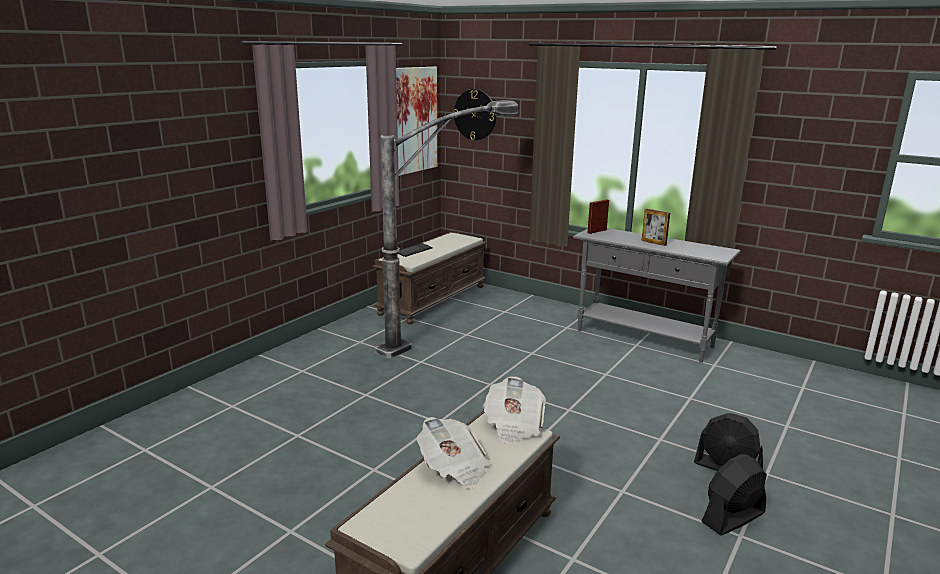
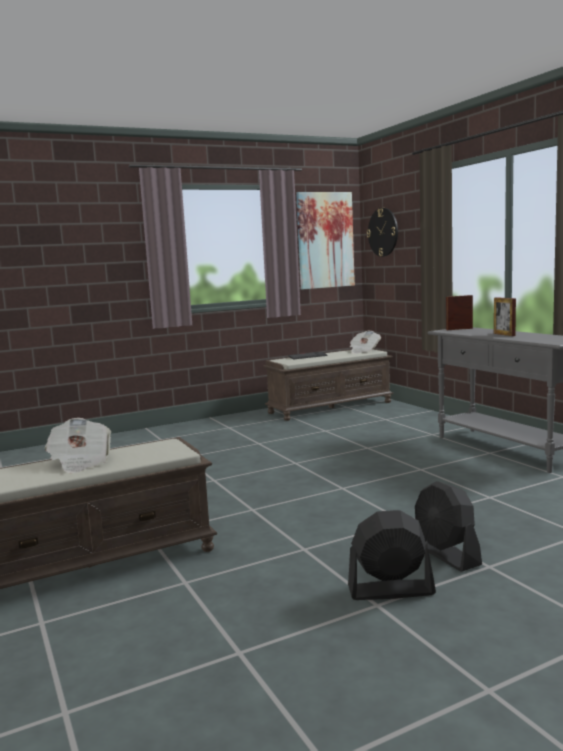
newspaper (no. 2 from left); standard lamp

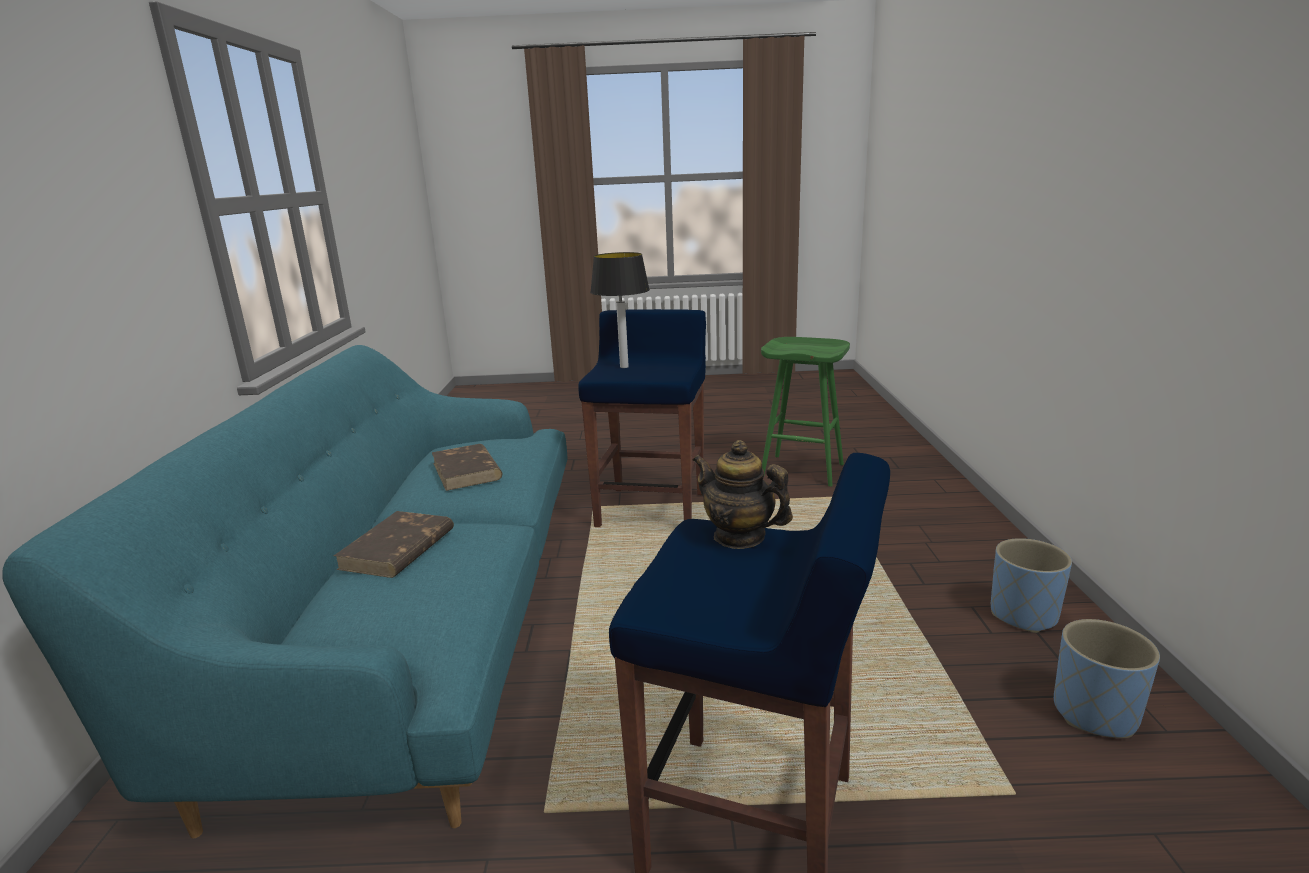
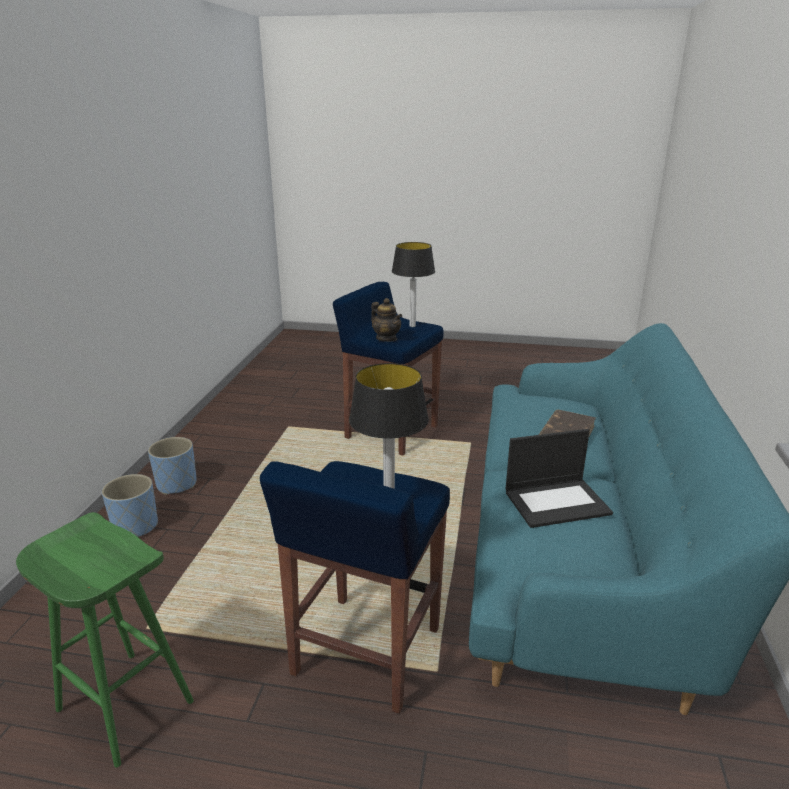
plant pot in blue-coloured (no. 1 from left); tabletop lamp (no. 2 from left); laptop

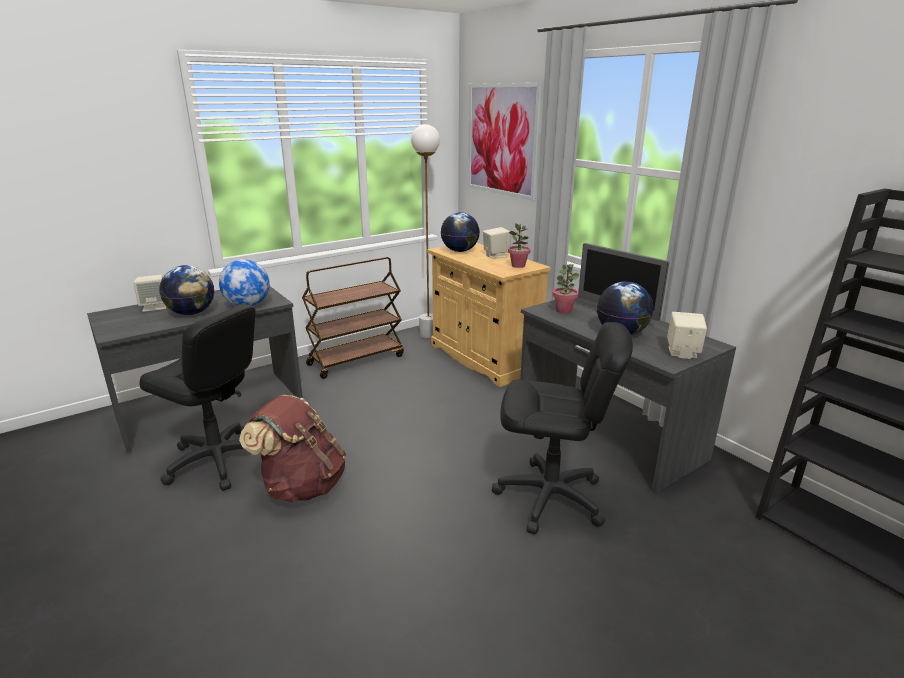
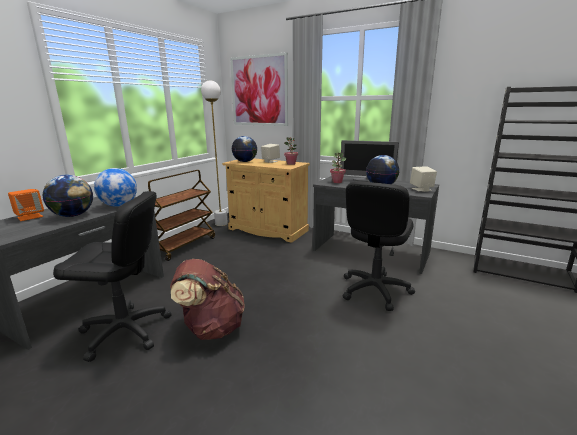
loudspeaker in orangey; desk chair in blackish (no. 2 from left)

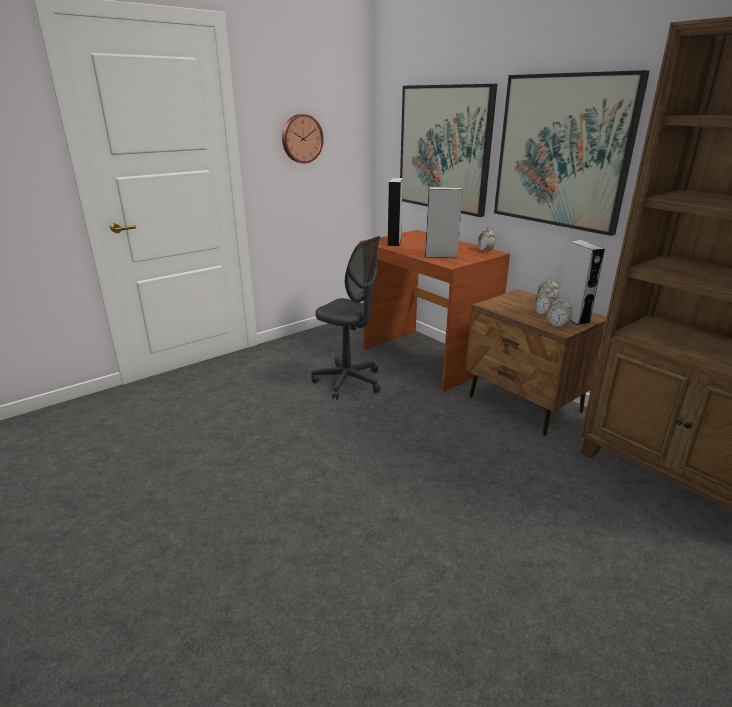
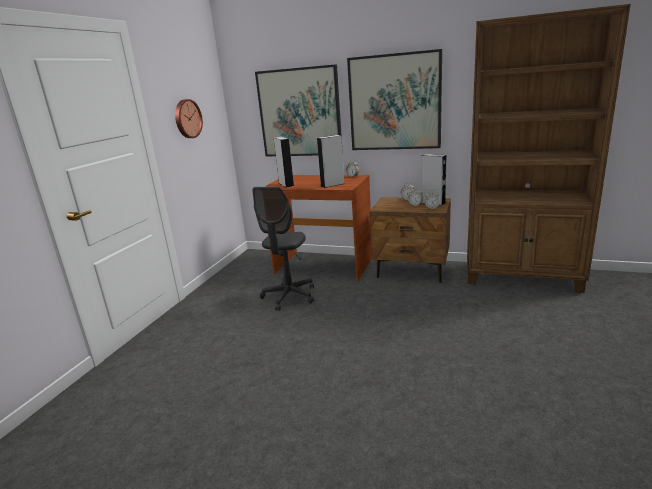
desk chair in greyish

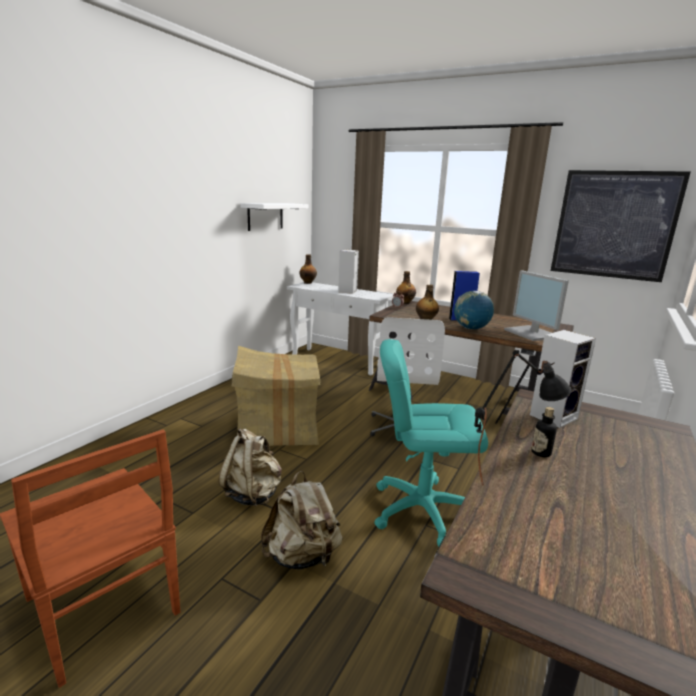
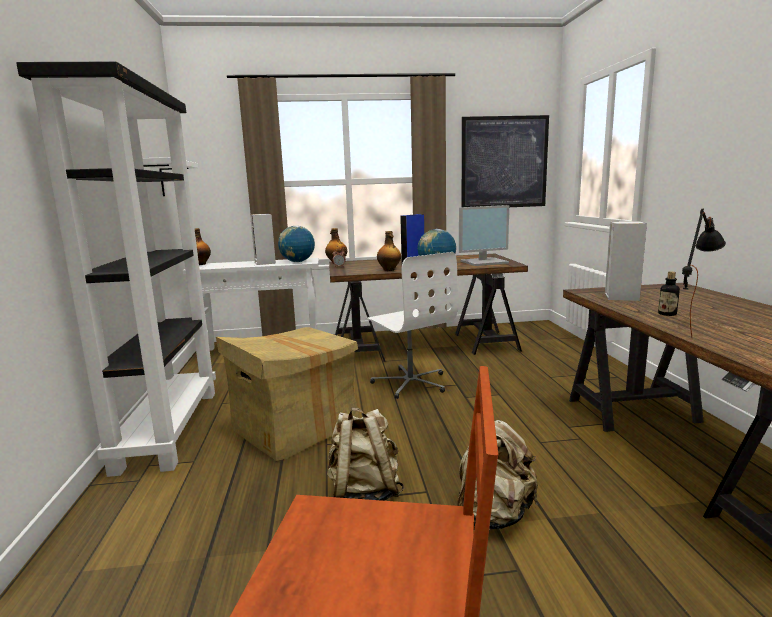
bookcase in blackish; desk globe (no. 1 from left); monitor; desk chair in turquoise

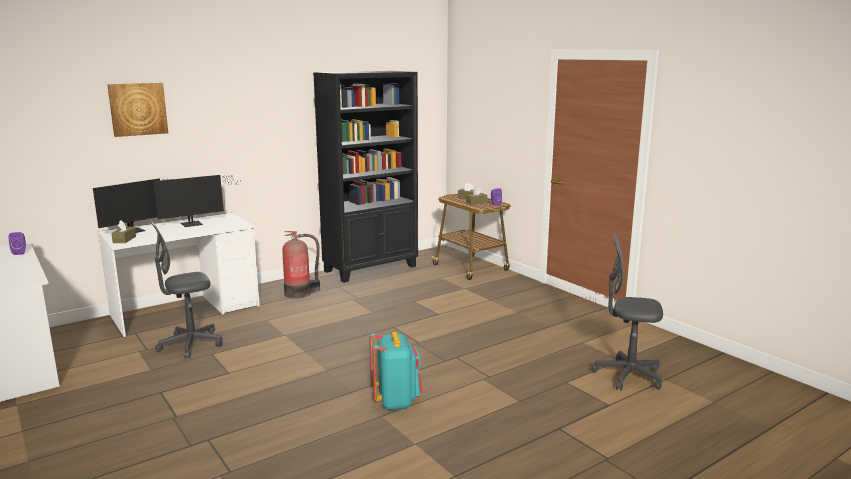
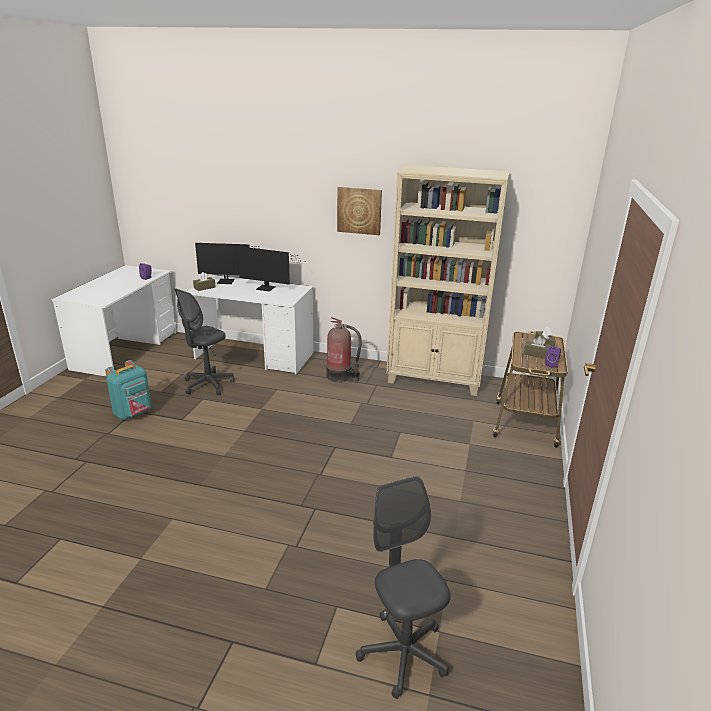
backpack in turquoise; desk chair in greyish (no. 1 from left); wall art; bookcase in beige-coloured

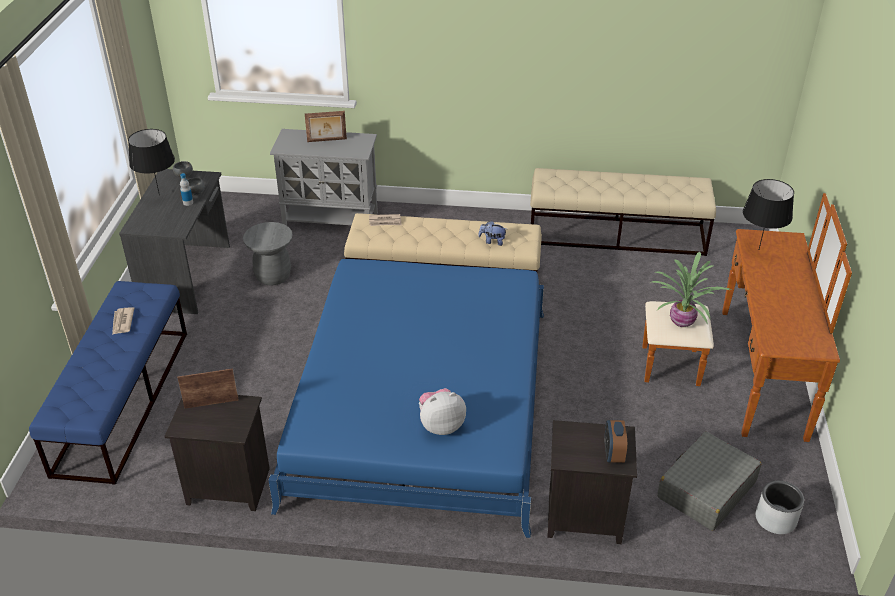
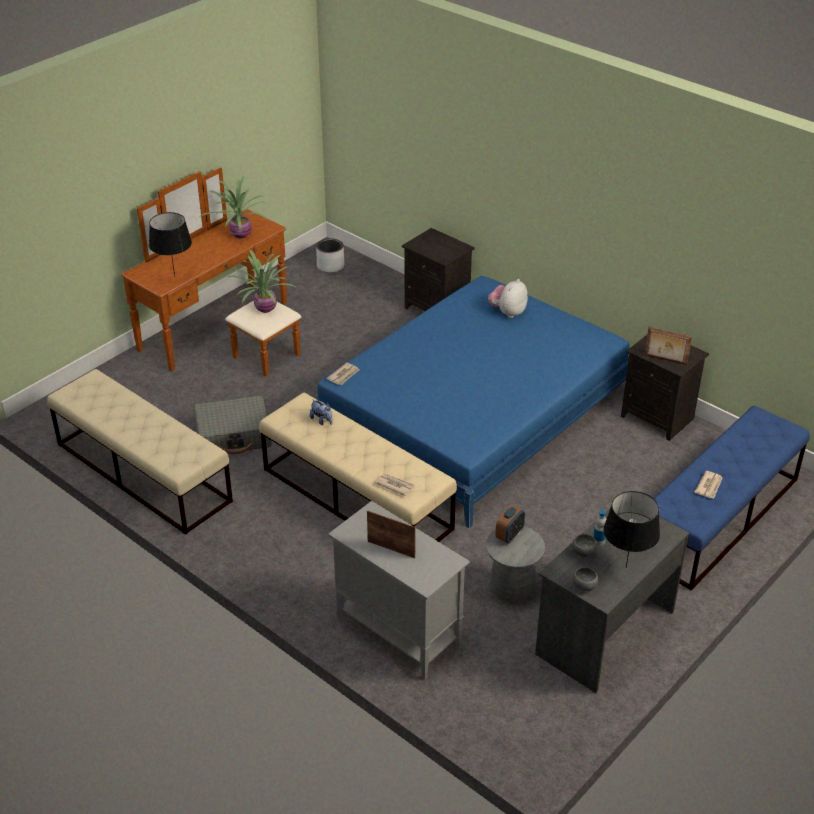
travel case in greyish; potted plant (no. 1 from left); newspaper (no. 1 from left); cuddly toy (no. 2 from left); bedside clock

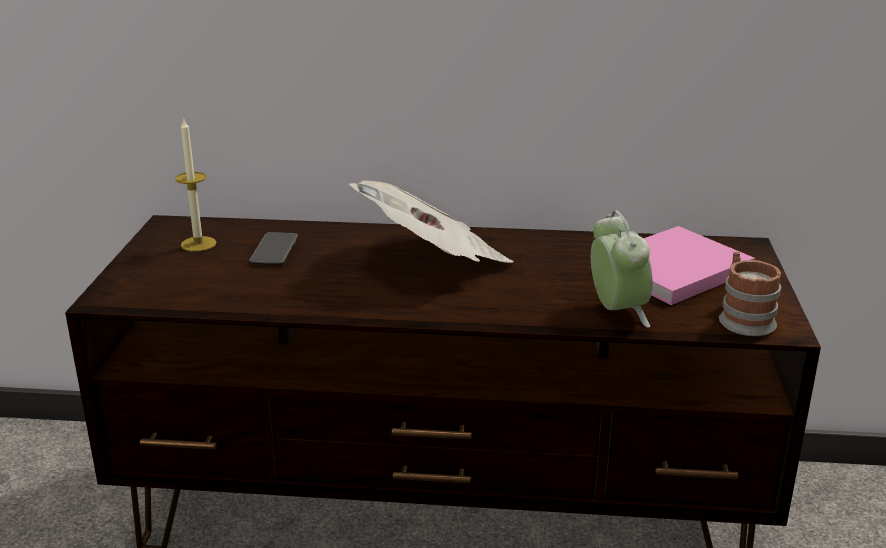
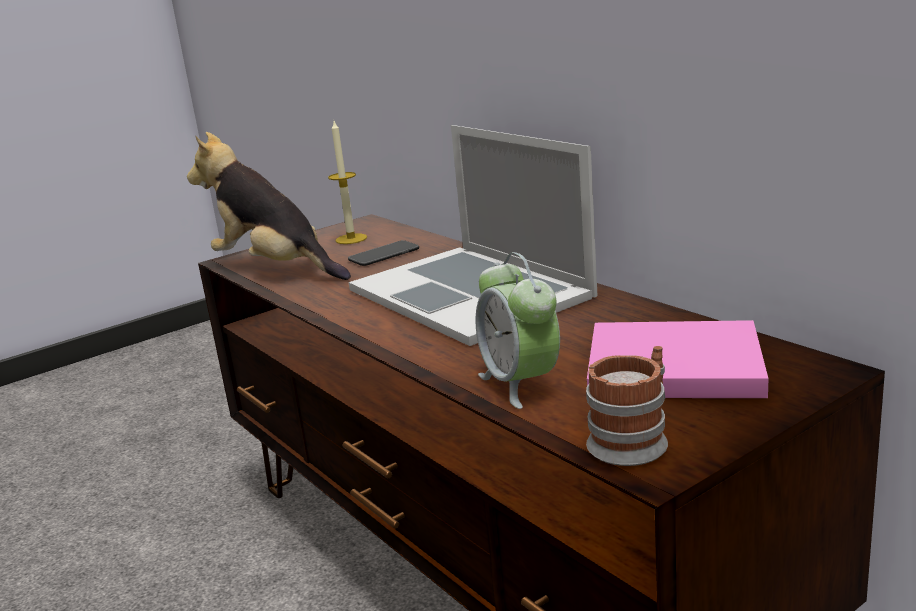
cuddly toy; laptop; bedside clock

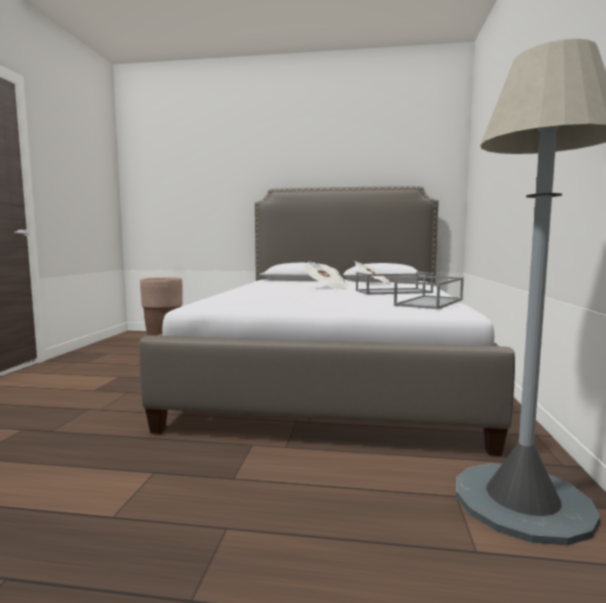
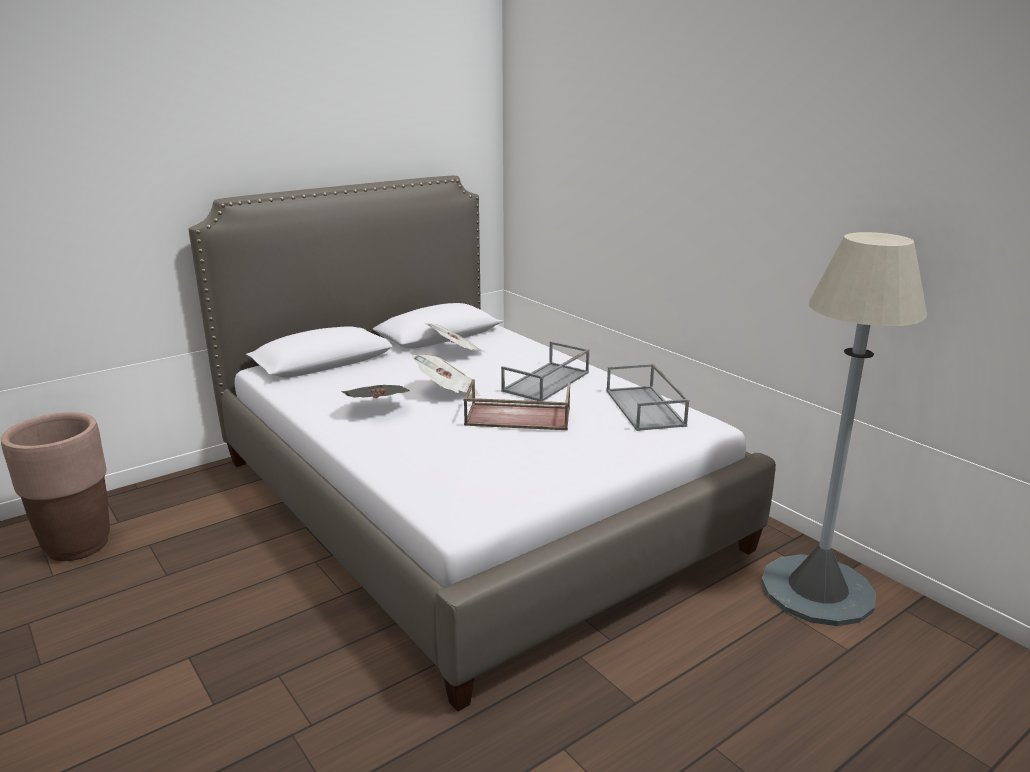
newspaper (no. 1 from left); tray in brown

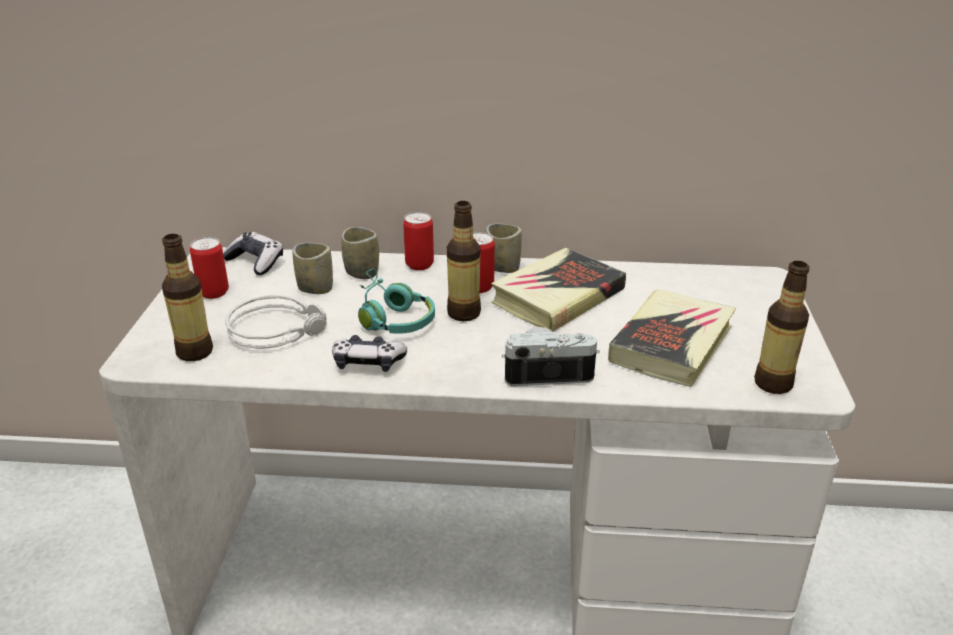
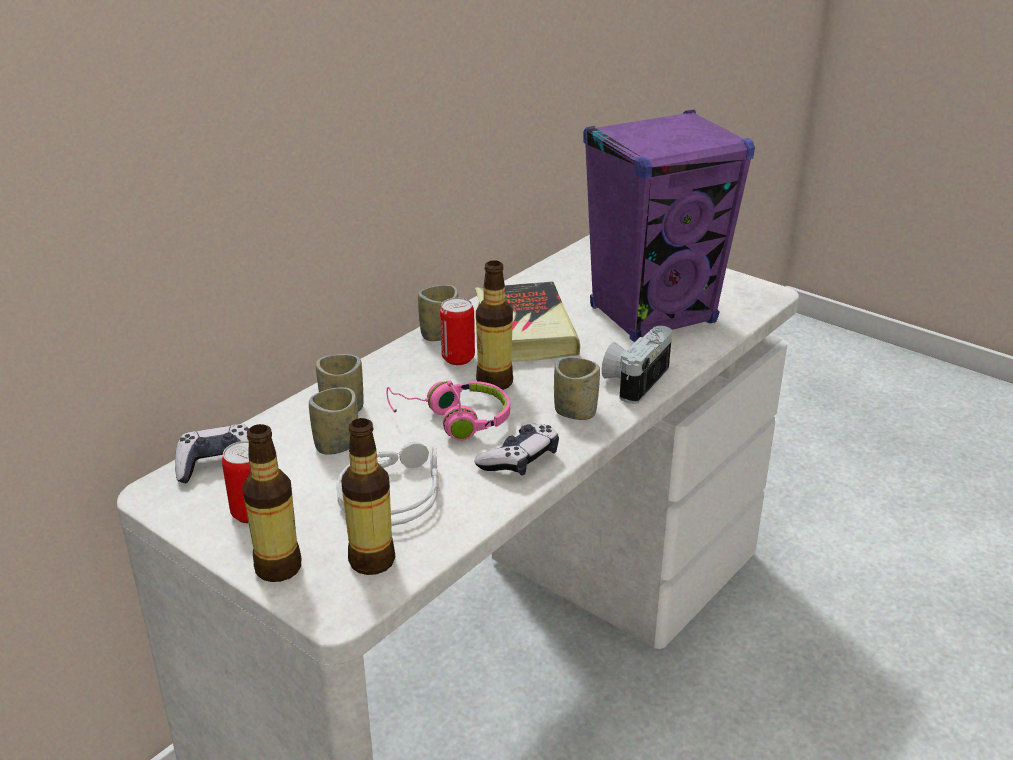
bottle (no. 1 from left); headphones in pink-coloured; cup (no. 4 from left); loudspeaker in purple-coloured; can (no. 2 from left in the first image)

